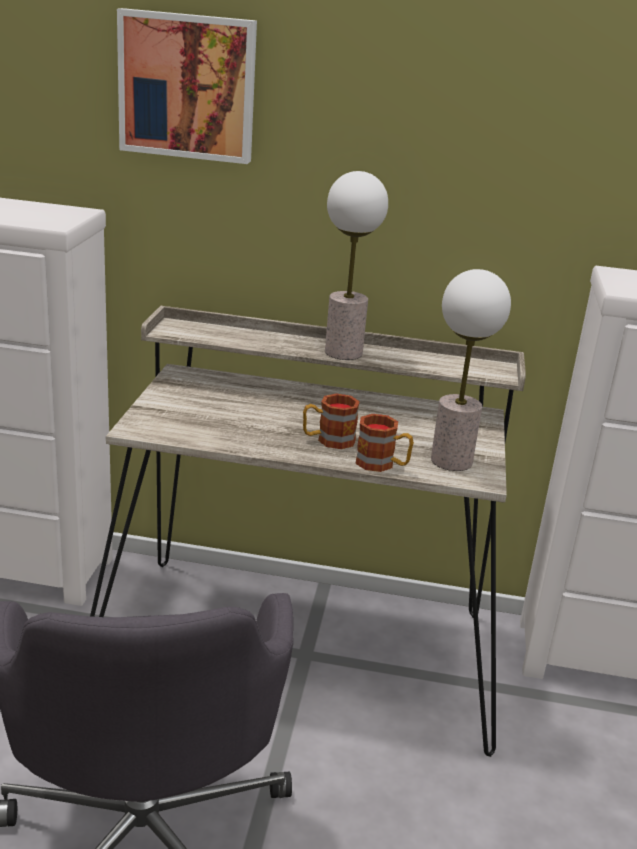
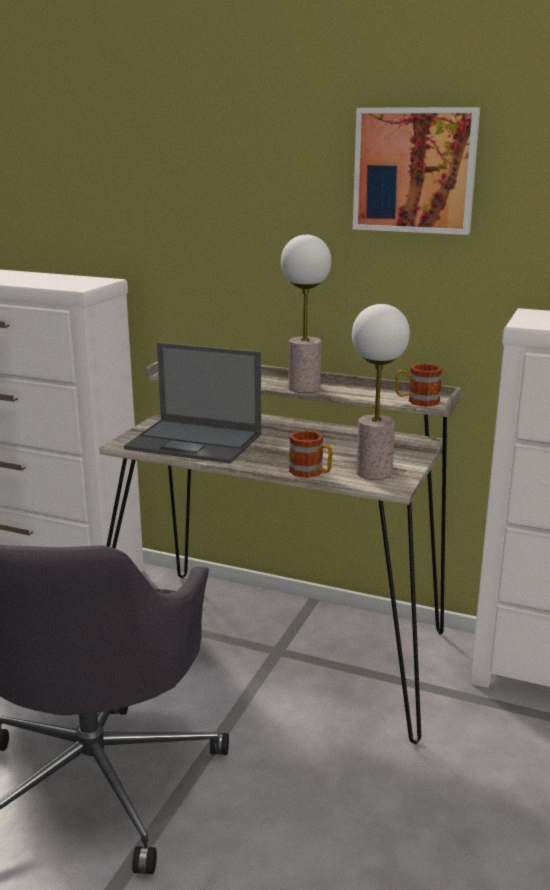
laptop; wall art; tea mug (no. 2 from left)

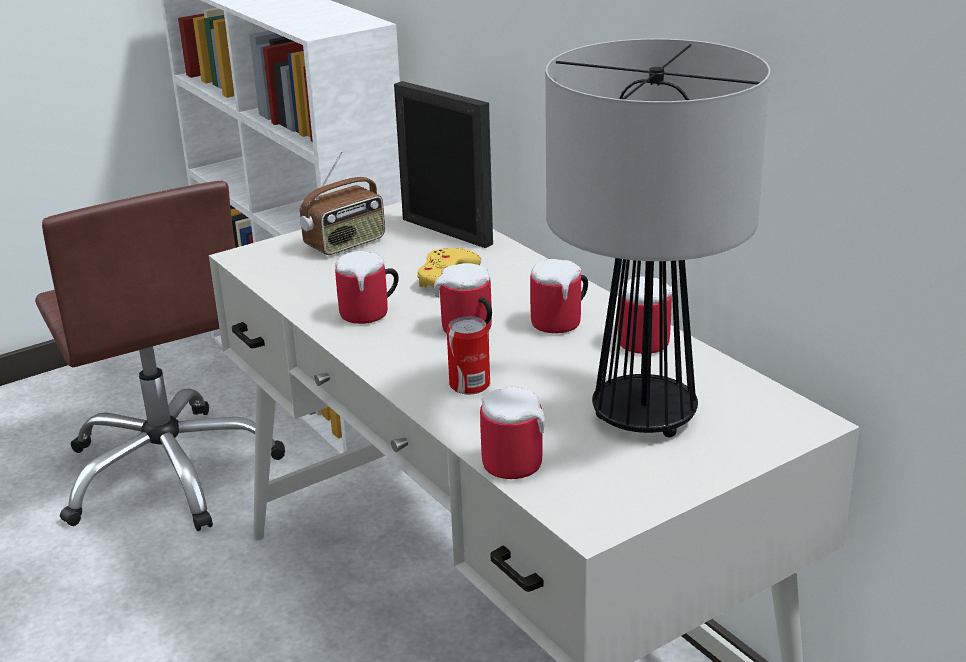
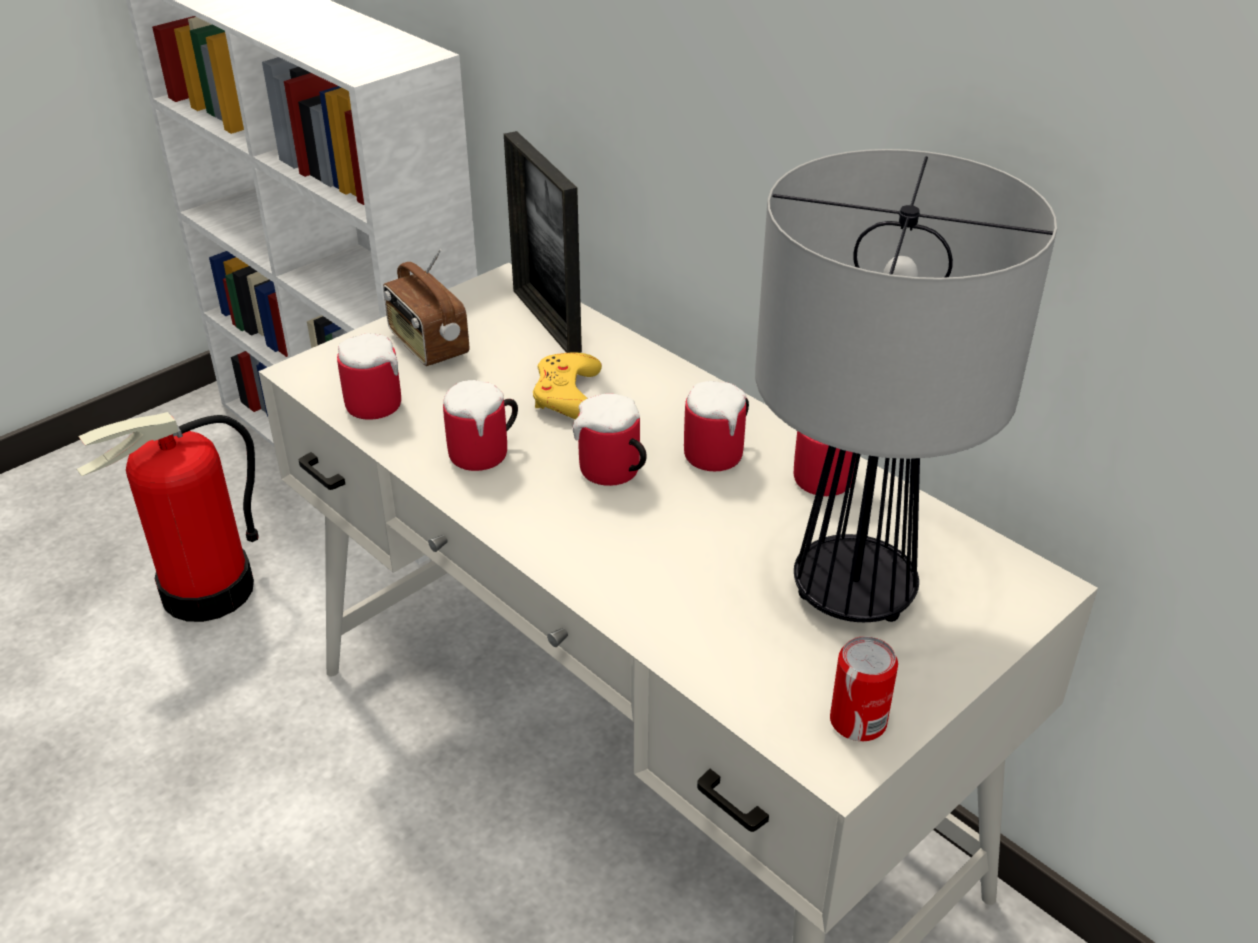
extinguisher; tea mug (no. 1 from left); radio receiver; picture frame; can

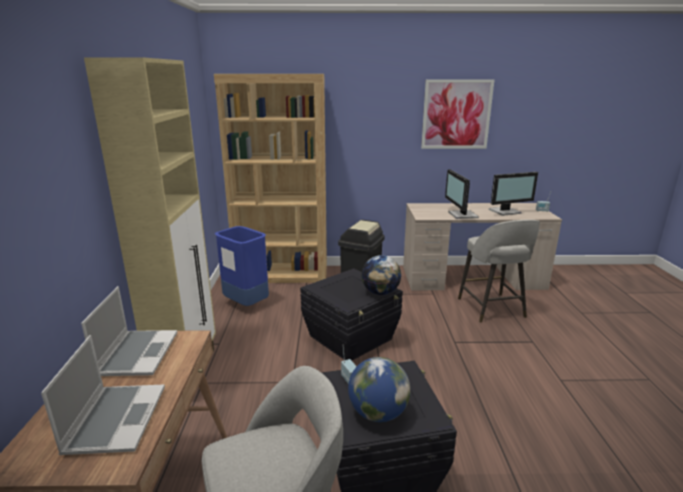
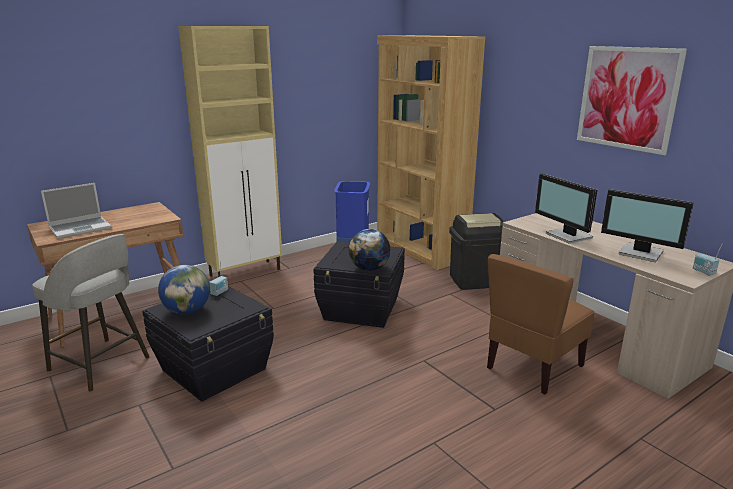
plain chair in brown; monitor (no. 1 from left); laptop (no. 2 from left in the first image)

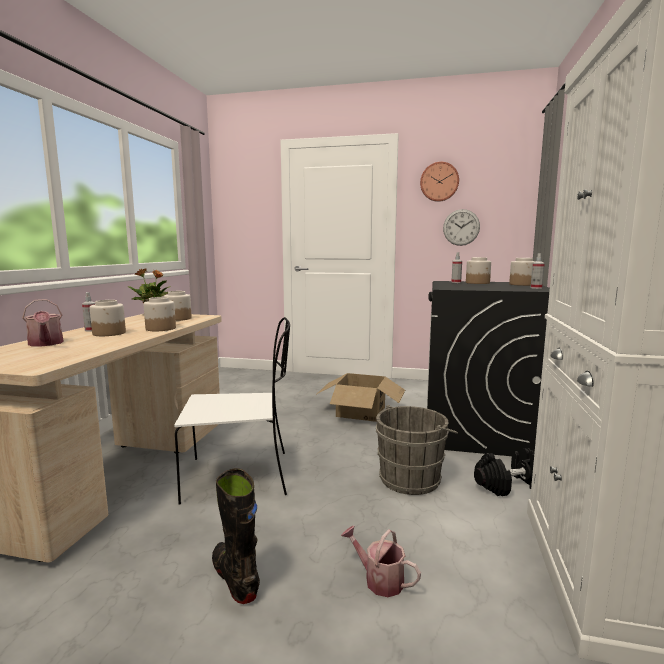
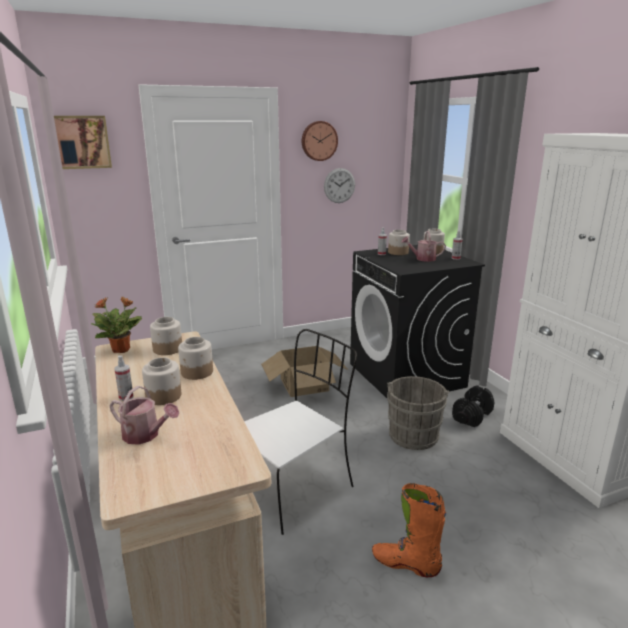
wall art; boot in orangey; watering pot (no. 2 from left)

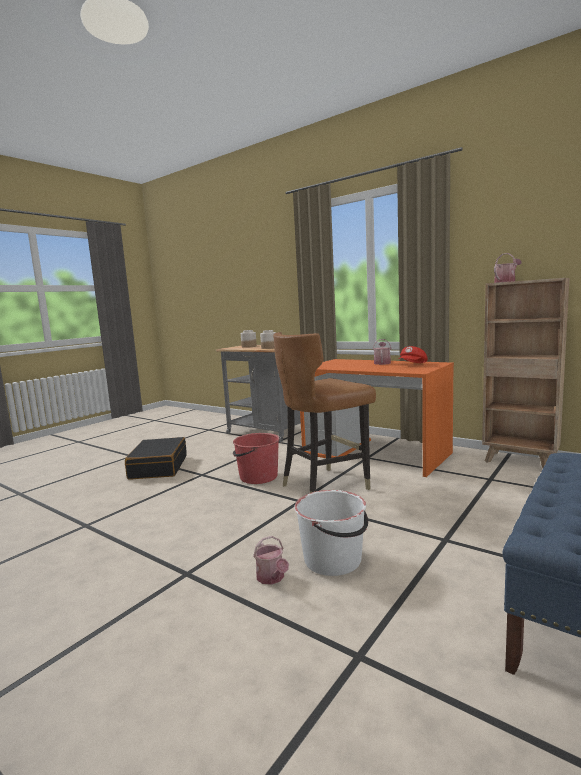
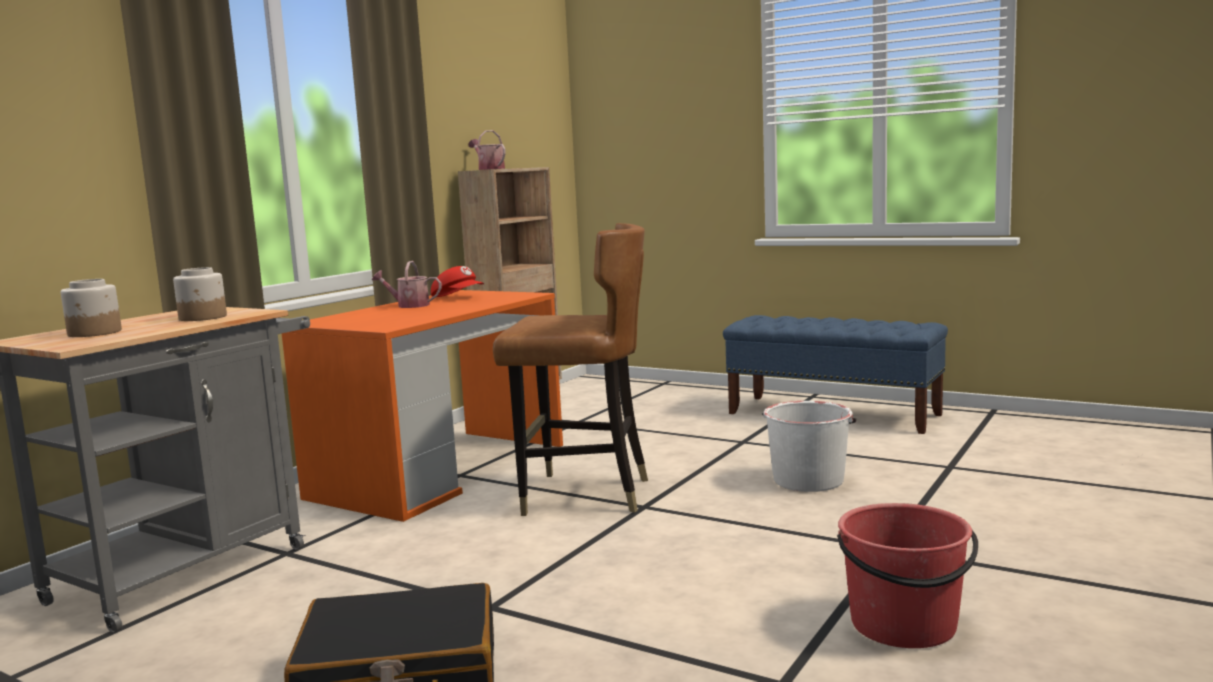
plain chair in brown; water bucket in reddish; watering pot (no. 1 from left in the first image)

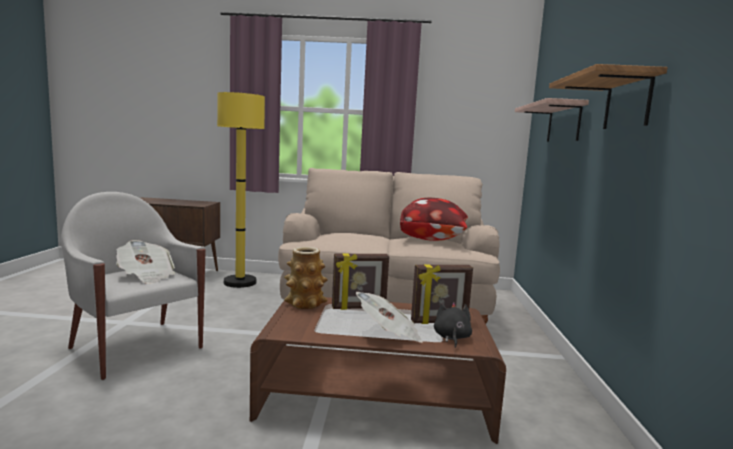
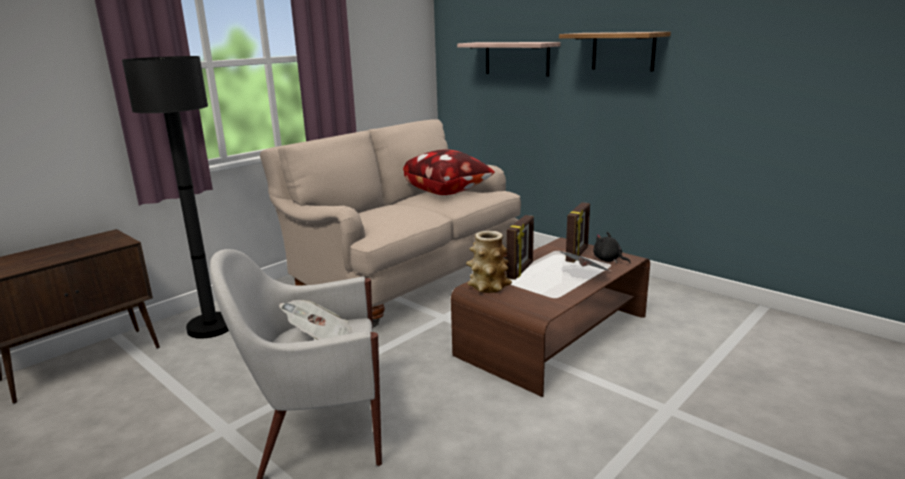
standard lamp in blackish

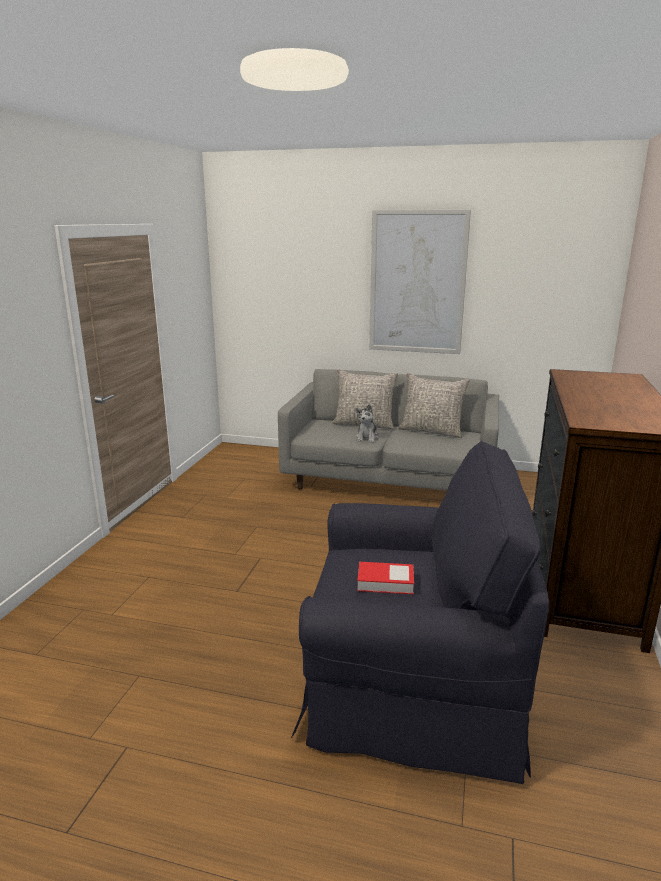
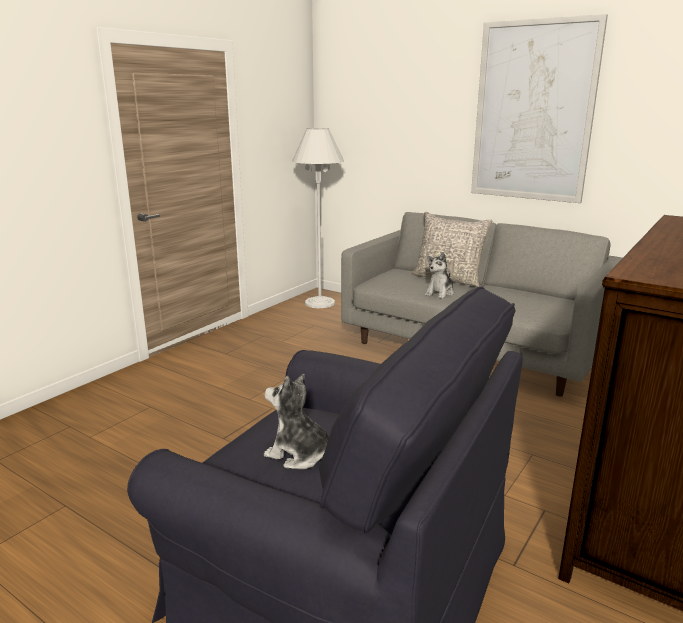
cuddly toy (no. 1 from left); standard lamp in whitish; throw pillow in greyish (no. 2 from left in the first image)

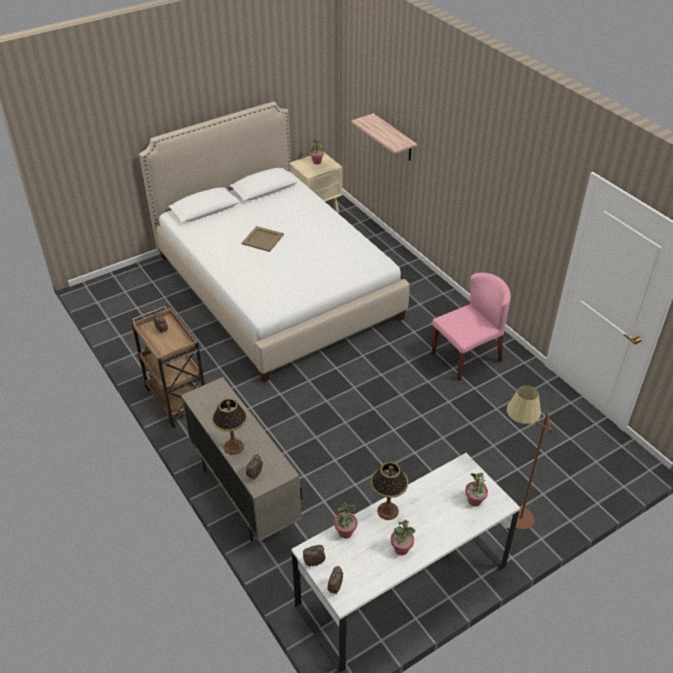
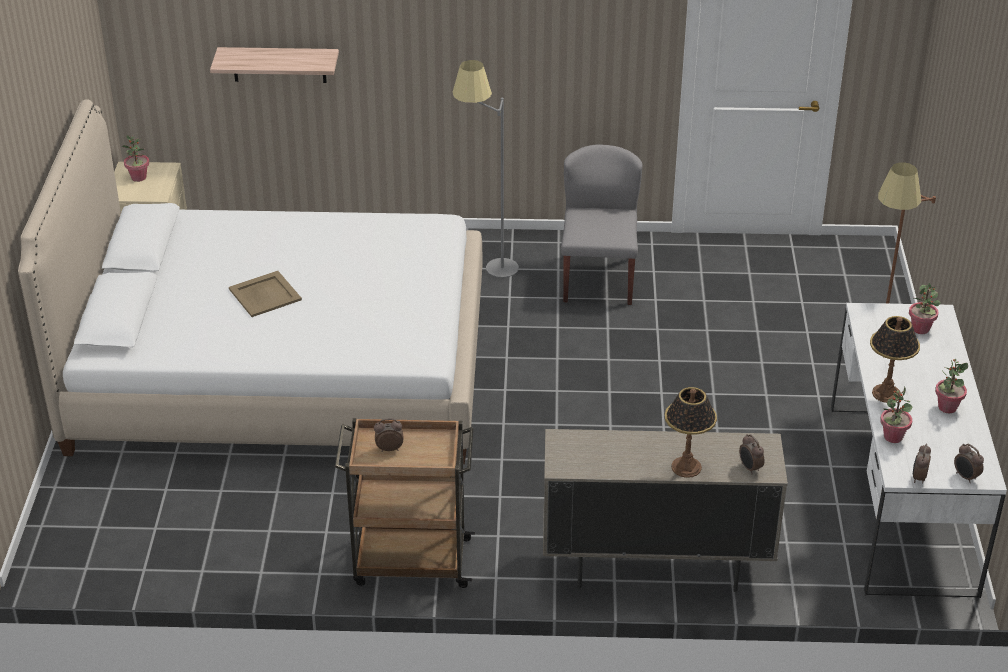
standard lamp in greyish; plain chair in greyish

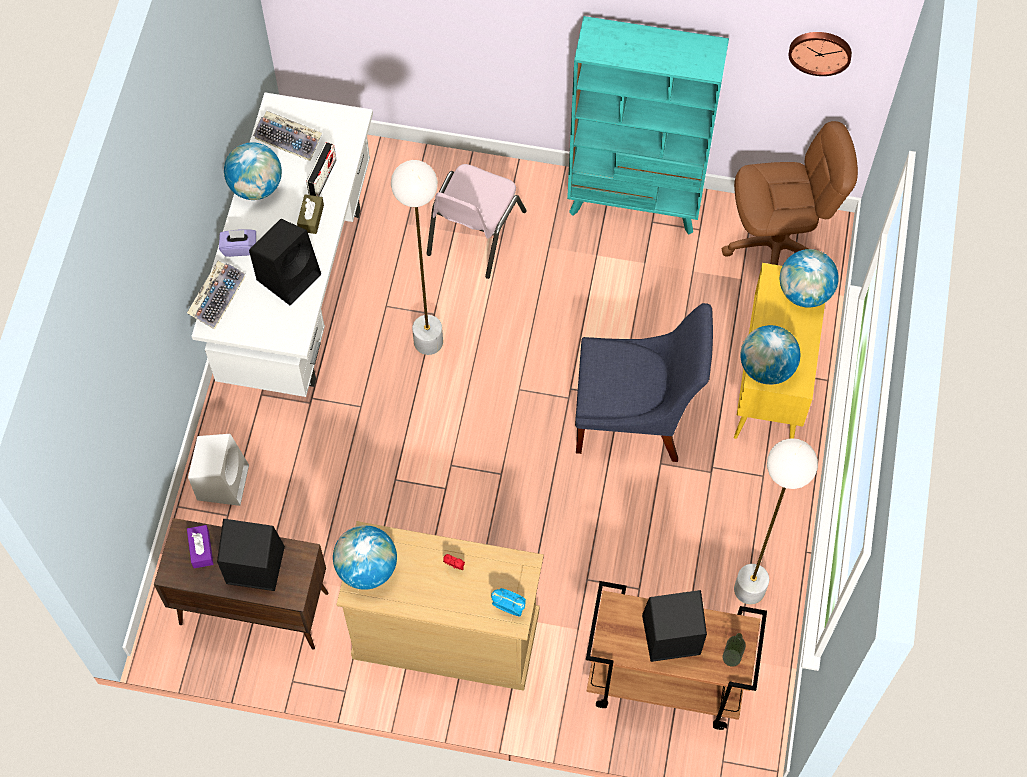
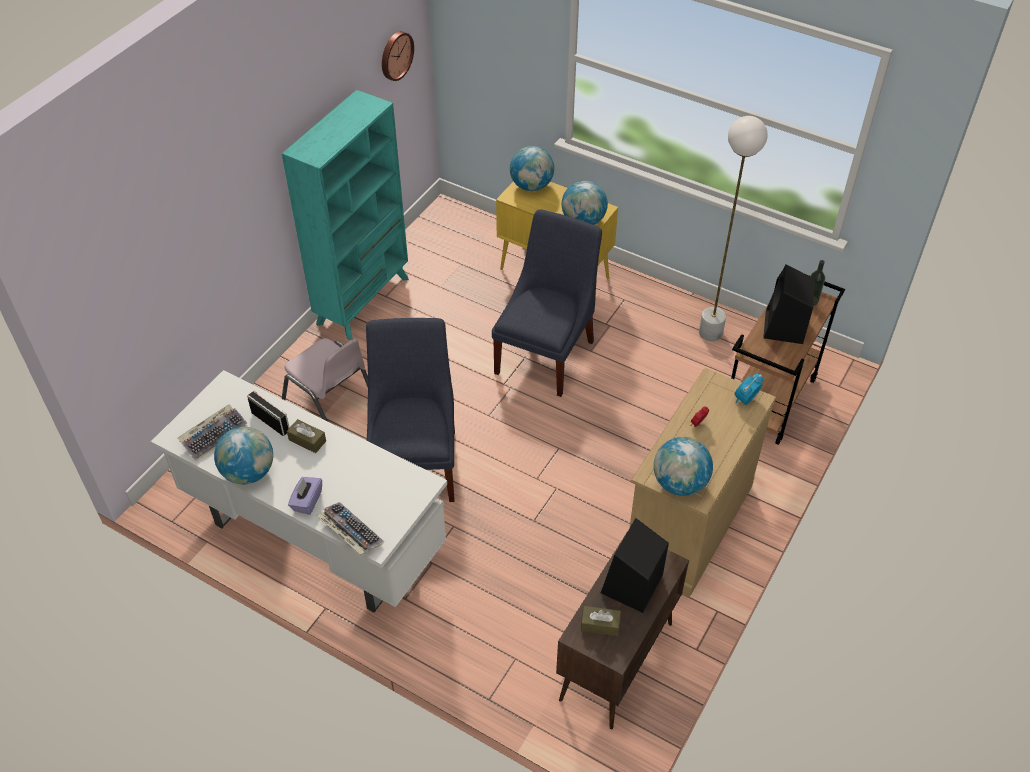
plain chair in blue-coloured (no. 1 from left); box of tissues in brown (no. 2 from left); loudspeaker in whitish; loudspeaker in blackish (no. 2 from left in the first image); desk chair in brown

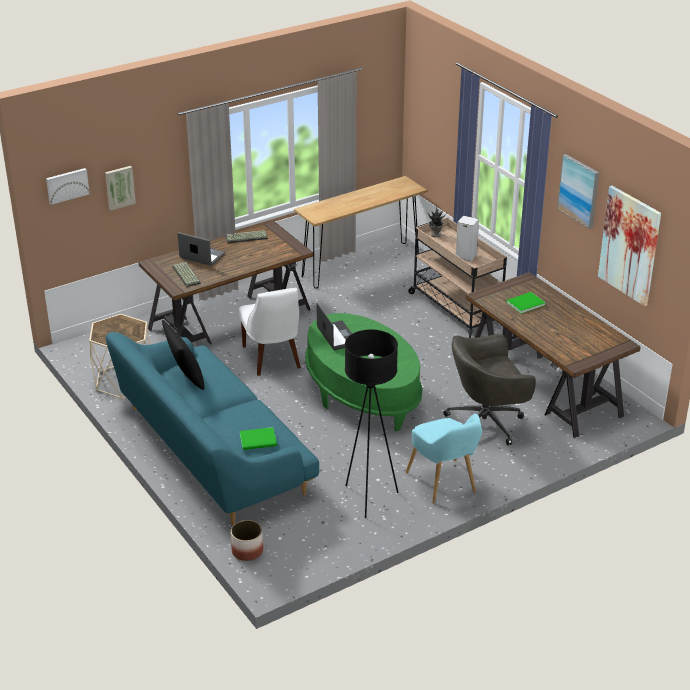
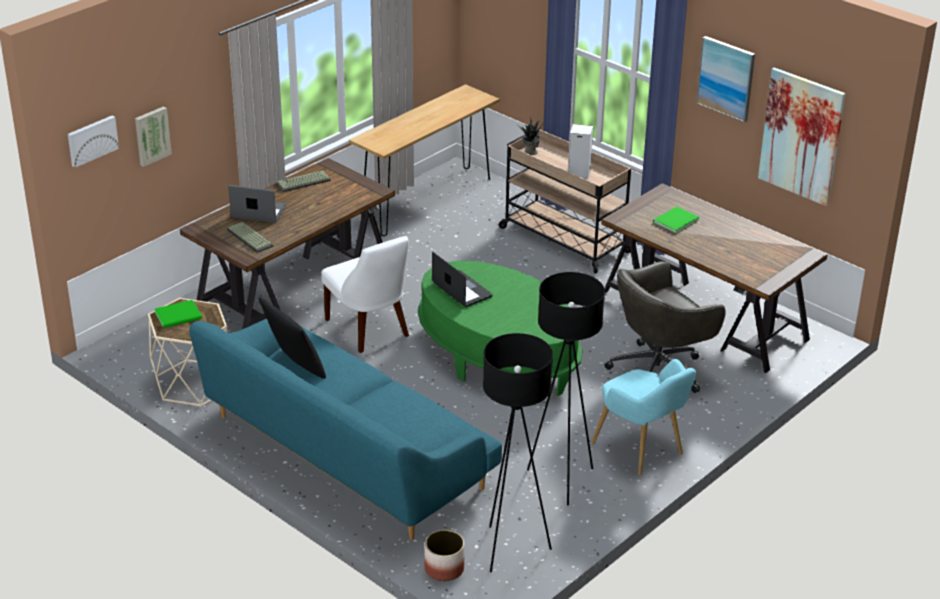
volume in green (no. 1 from left); standard lamp in blackish (no. 1 from left)

